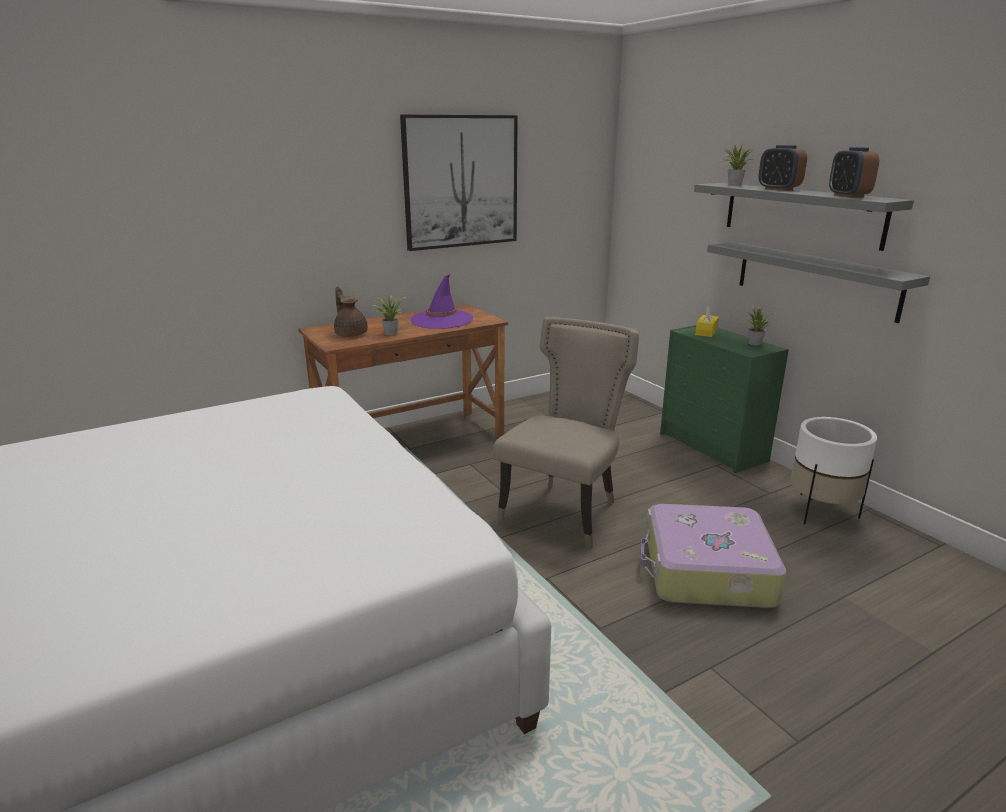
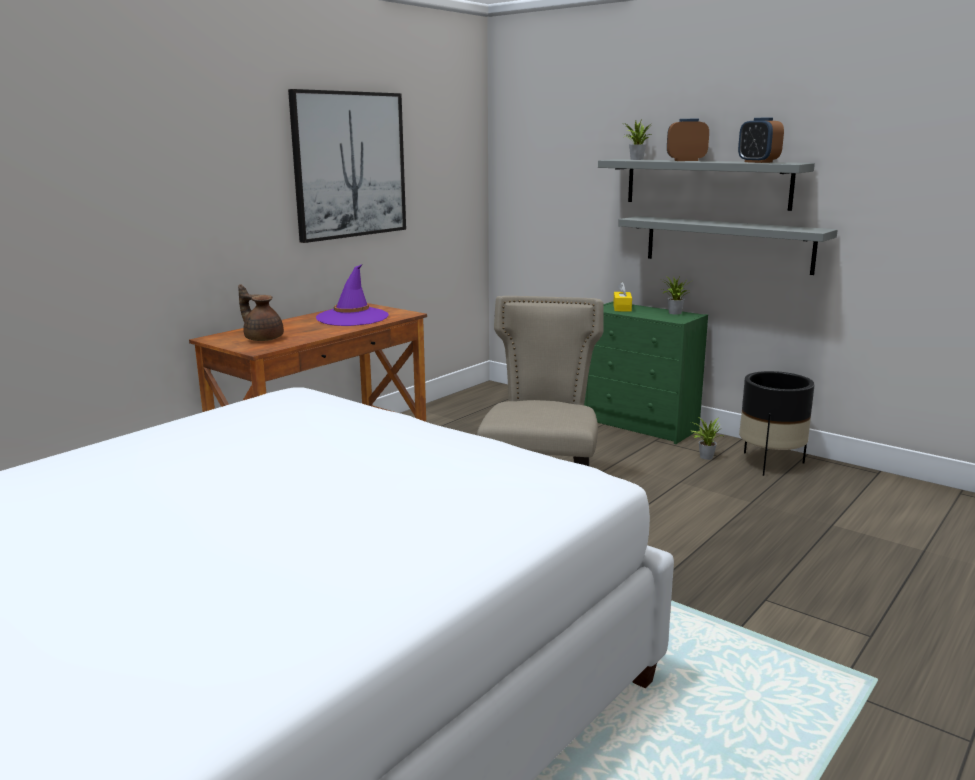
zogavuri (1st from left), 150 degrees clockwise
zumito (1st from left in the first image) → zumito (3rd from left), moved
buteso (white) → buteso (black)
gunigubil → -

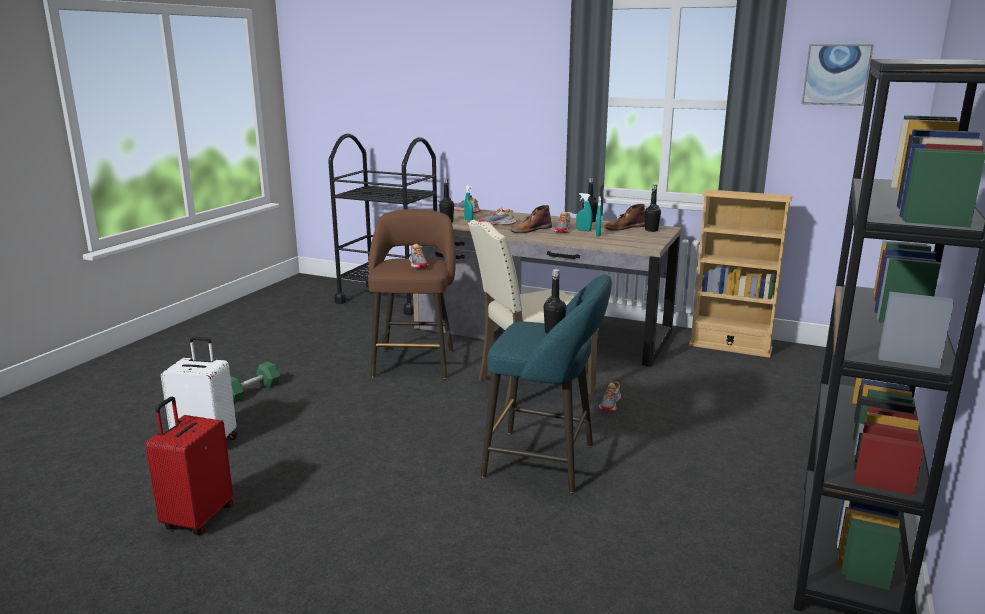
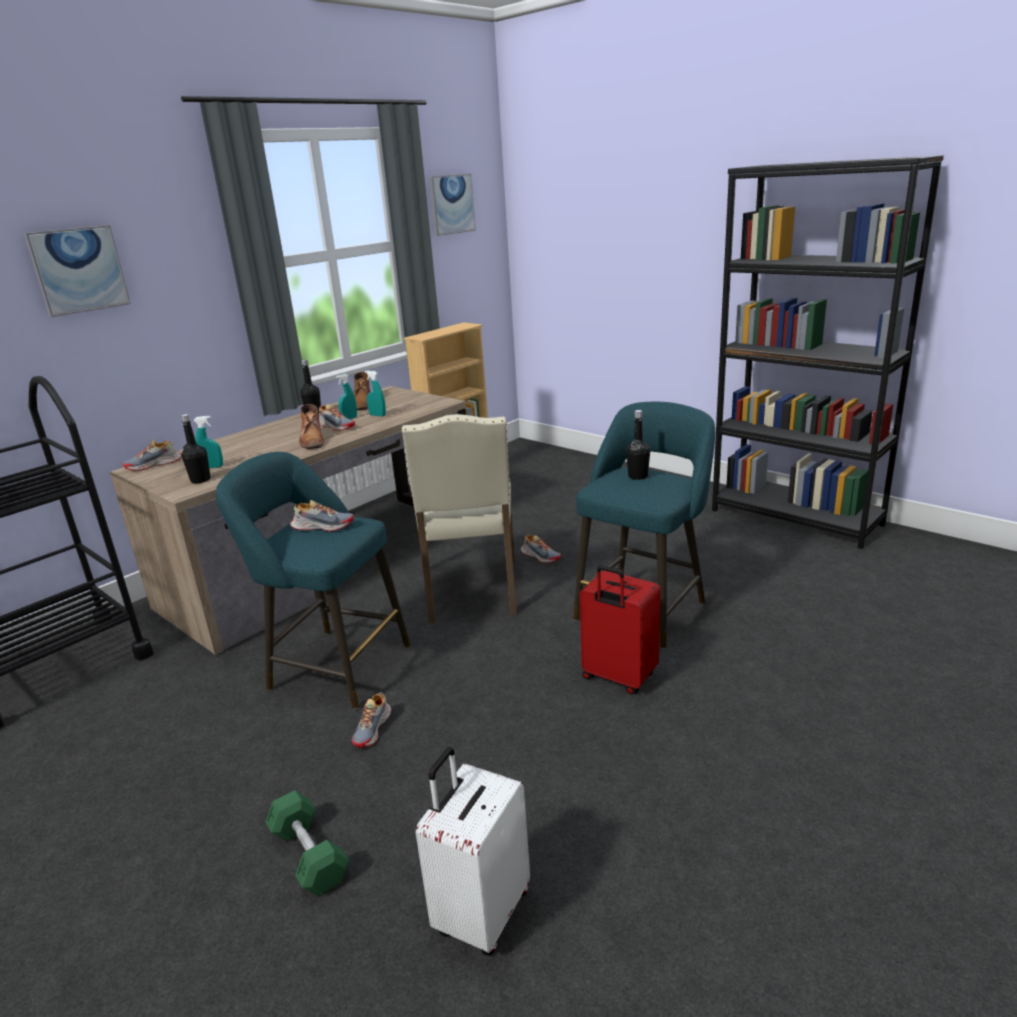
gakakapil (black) (4th from left) → -
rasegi (3rd from left in the first image) → rasegi (4th from left), moved
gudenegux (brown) → gudenegux (turquoise) (1st from left)
gunigubil (red), moved
- → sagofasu (1st from left)

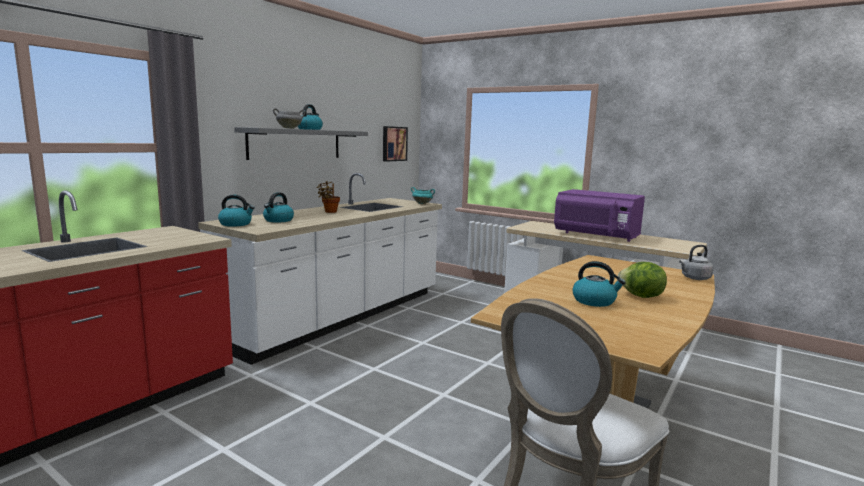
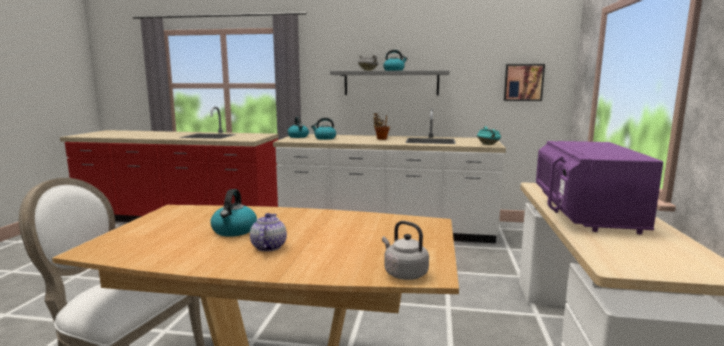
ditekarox → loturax

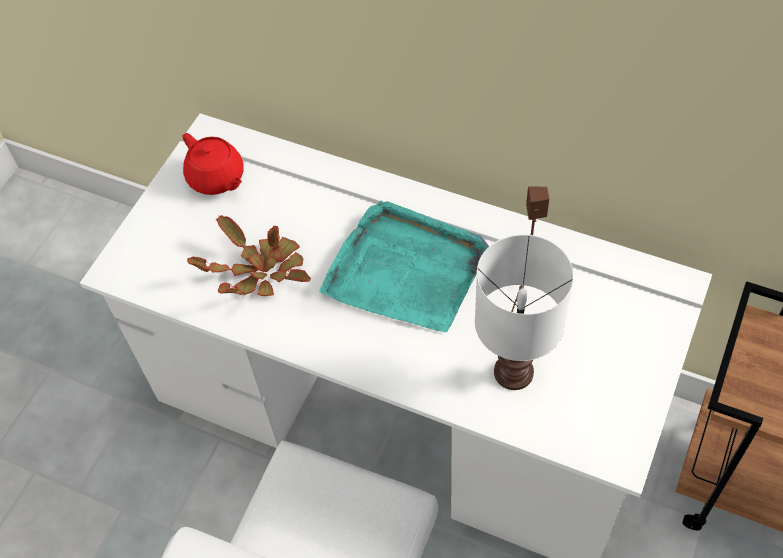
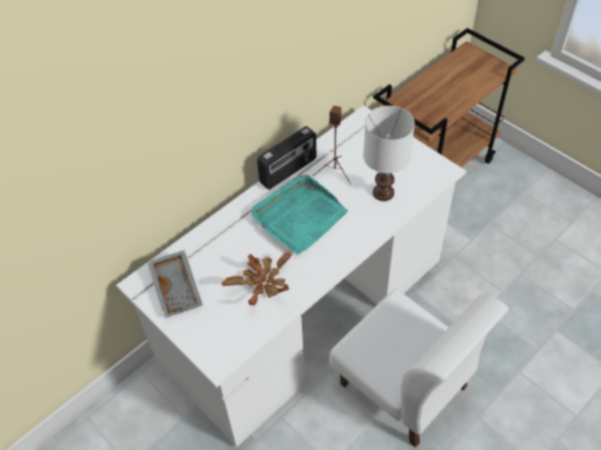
loturax (red) → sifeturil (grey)
- → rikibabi

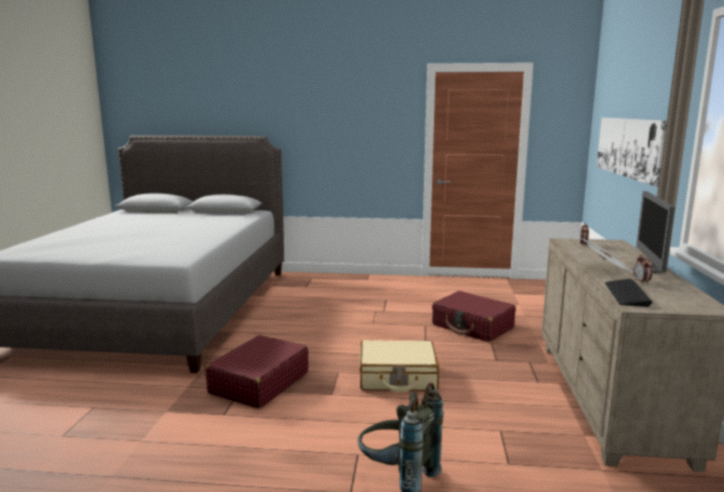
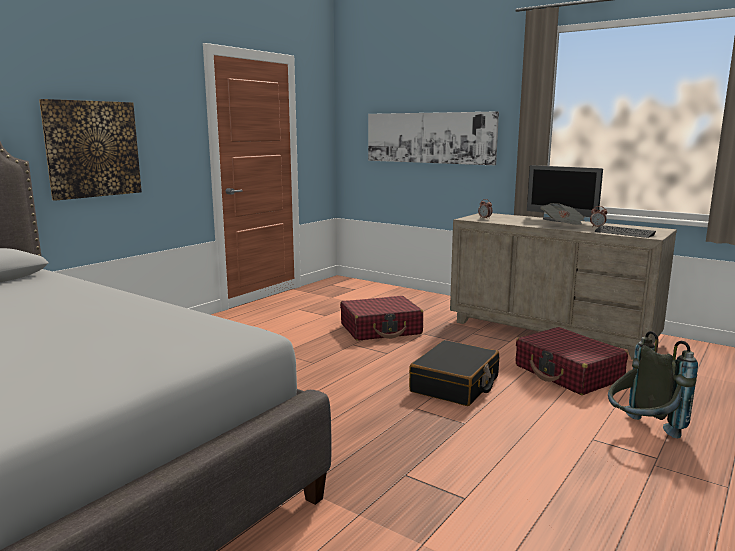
gunigubil (red) (1st from left in the first image) → gunigubil (red) (2nd from left), moved
gunigubil (beige) → gunigubil (black)
- → sagofasu (1st from left)

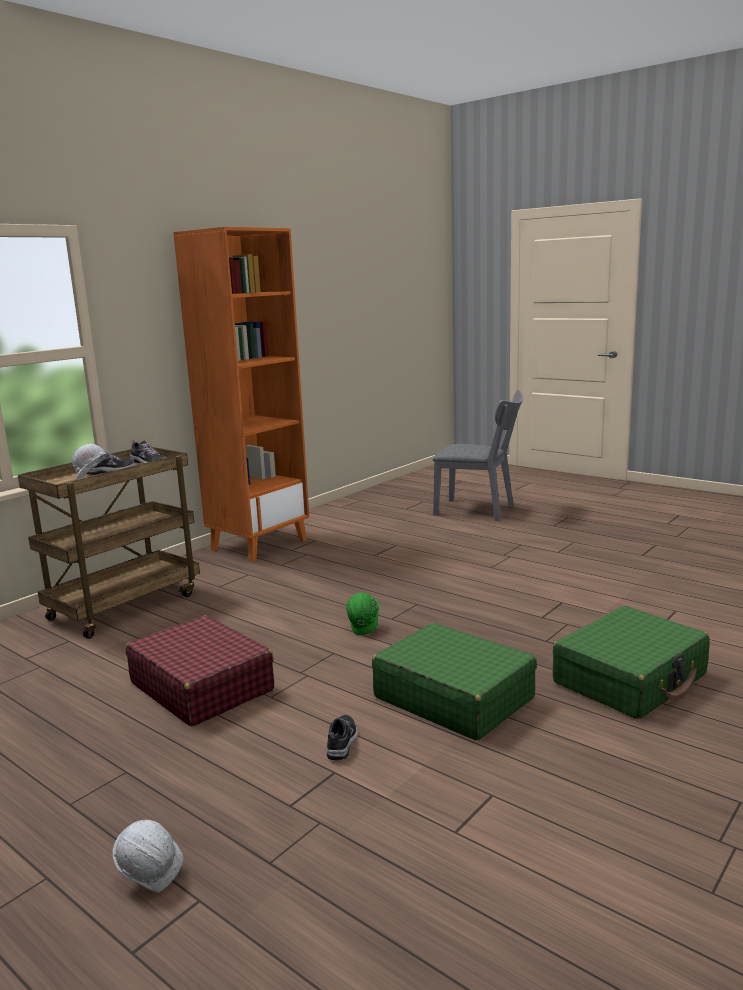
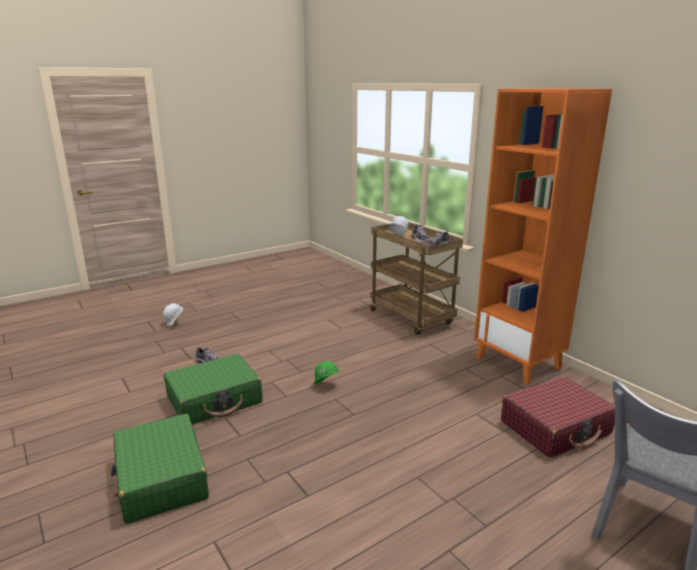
gunigubil (red), moved

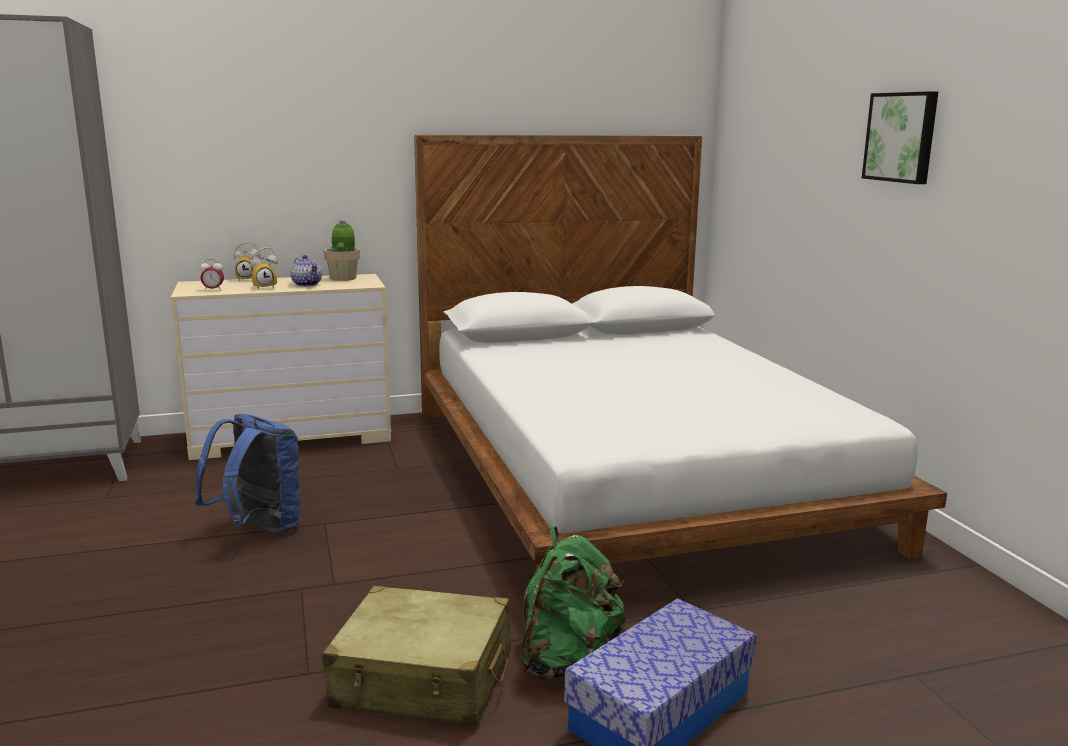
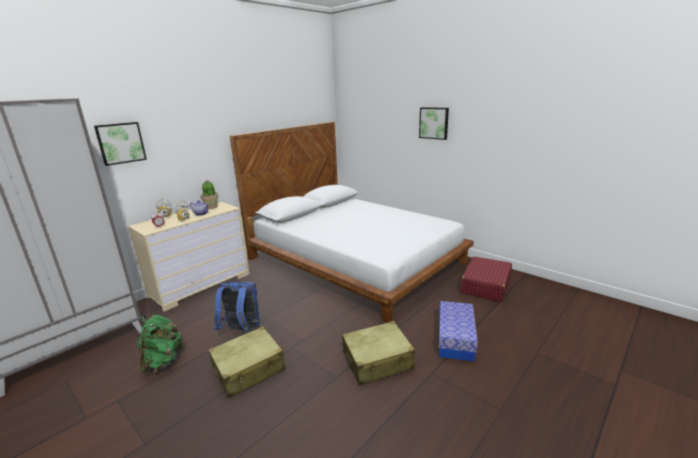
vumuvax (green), moved
- → sagofasu (1st from left)
- → gunigubil (red)
- → gunigubil (beige) (1st from left)

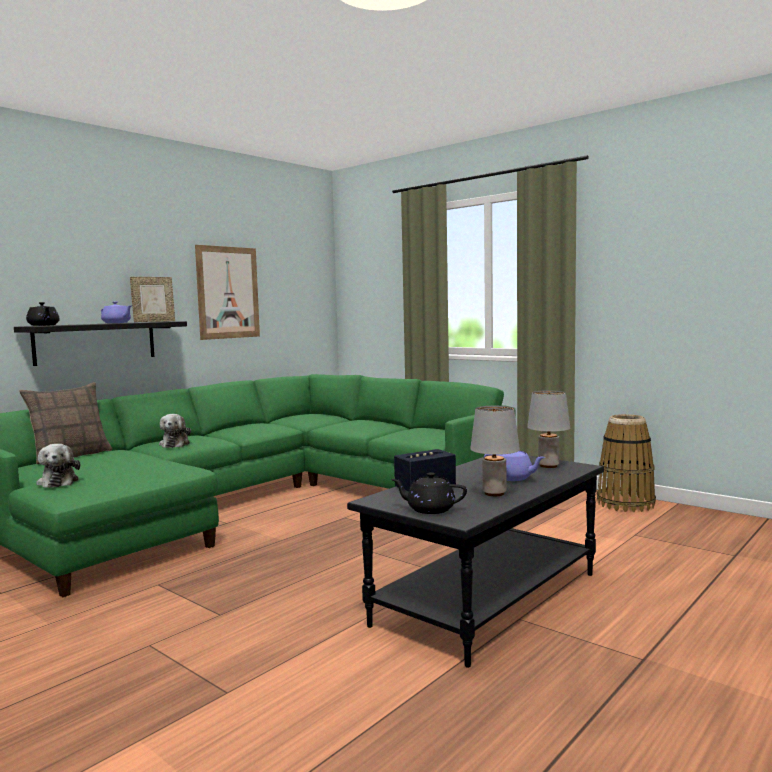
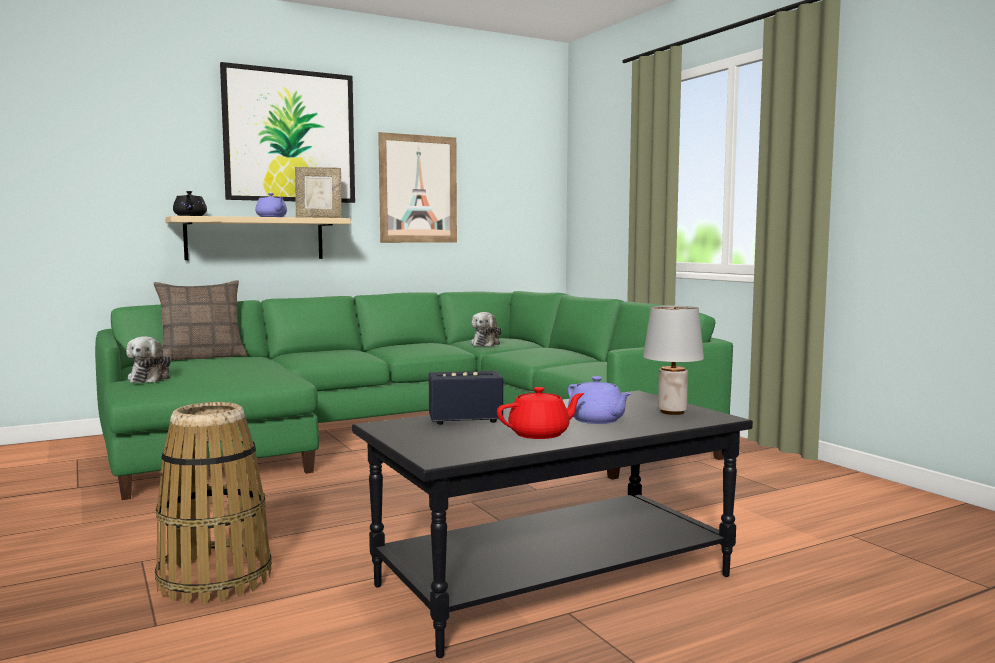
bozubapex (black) → bozubapex (beige)
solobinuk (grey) (1st from left) → loturax (red)
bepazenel (2nd from left), moved
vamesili, moved
loturax (black) (2nd from left) → -
- → sagofasu (1st from left)

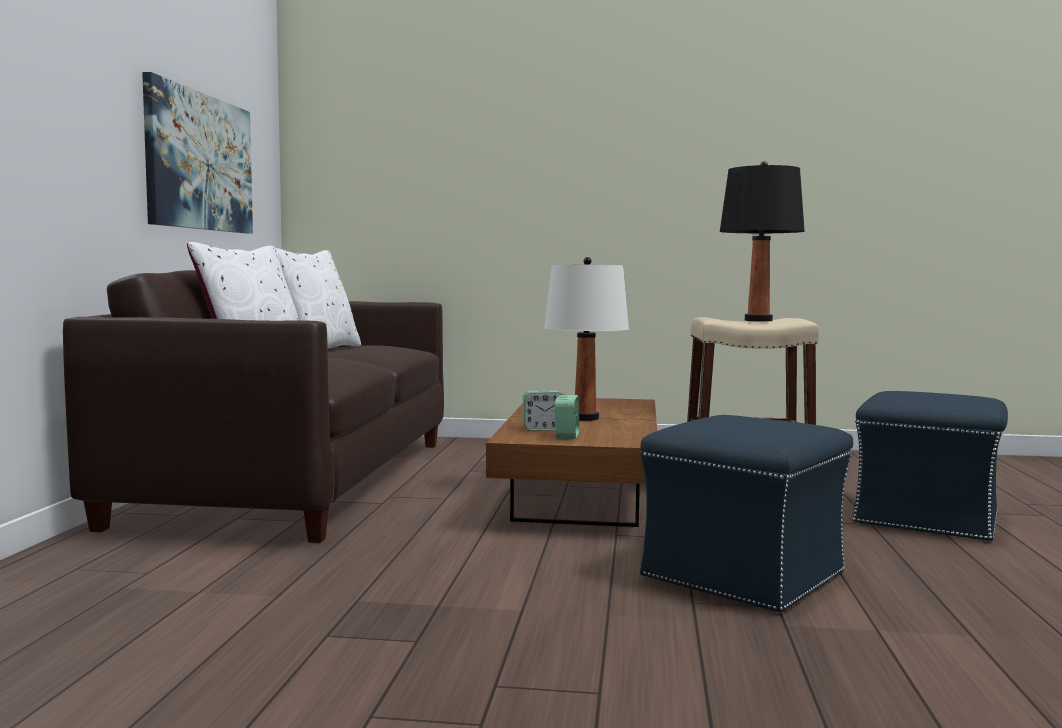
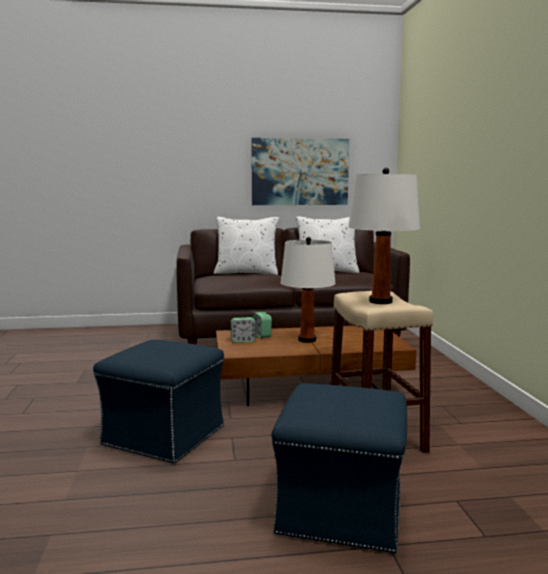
solobinuk (black) → solobinuk (white) (2nd from left)

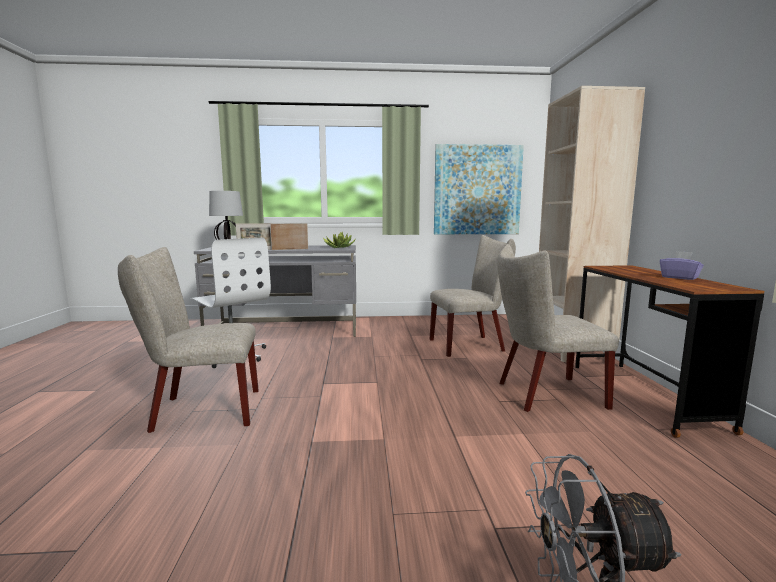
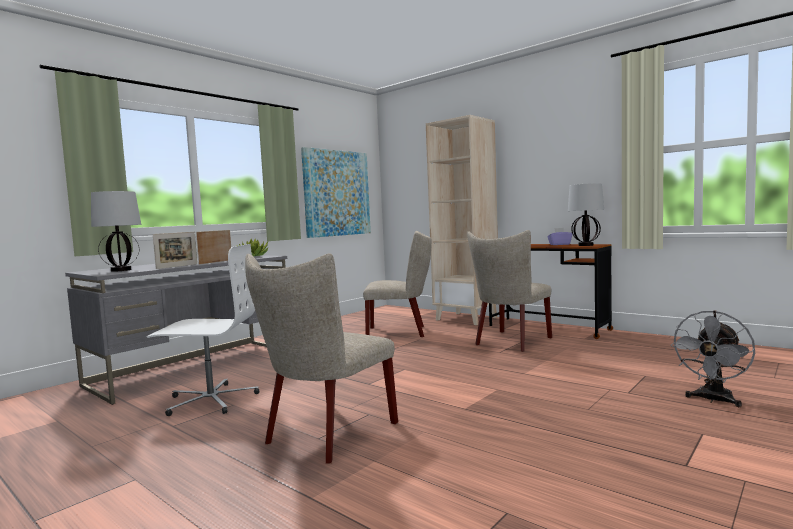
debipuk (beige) (2nd from left), 60 degrees clockwise
- → solobinuk (2nd from left)

